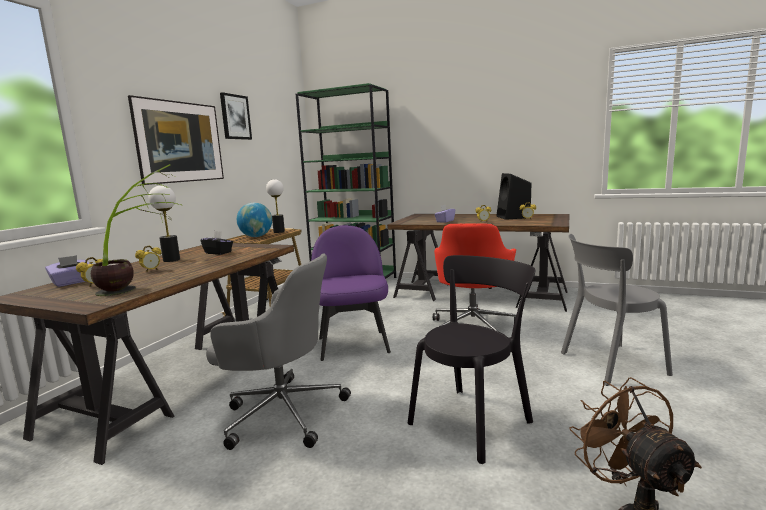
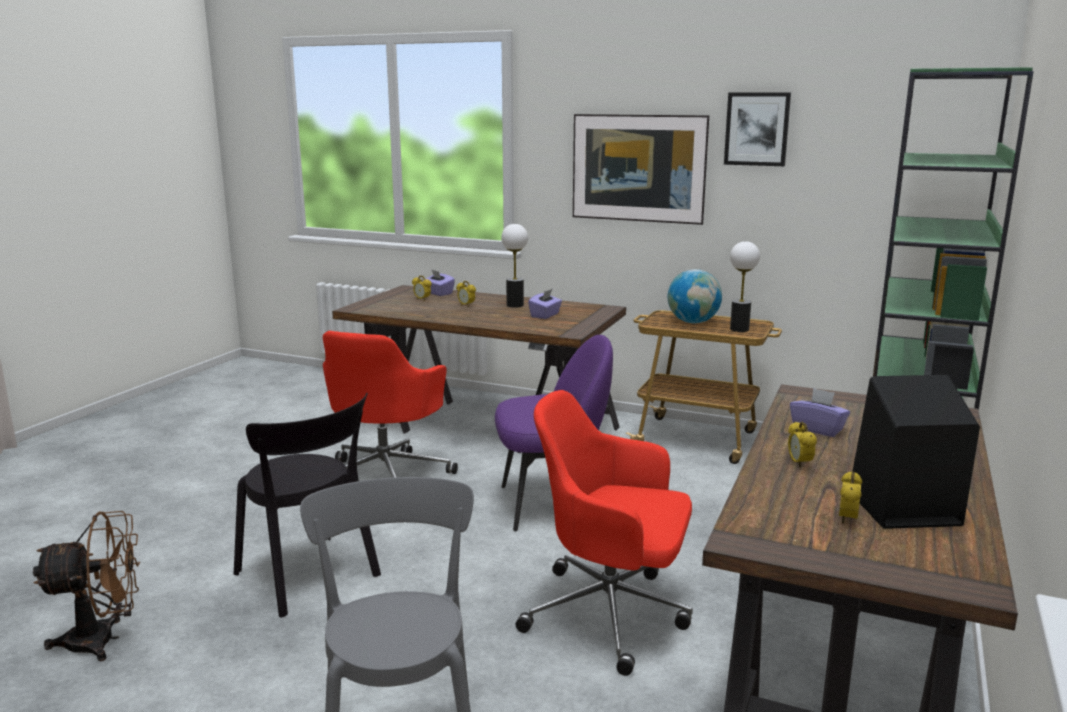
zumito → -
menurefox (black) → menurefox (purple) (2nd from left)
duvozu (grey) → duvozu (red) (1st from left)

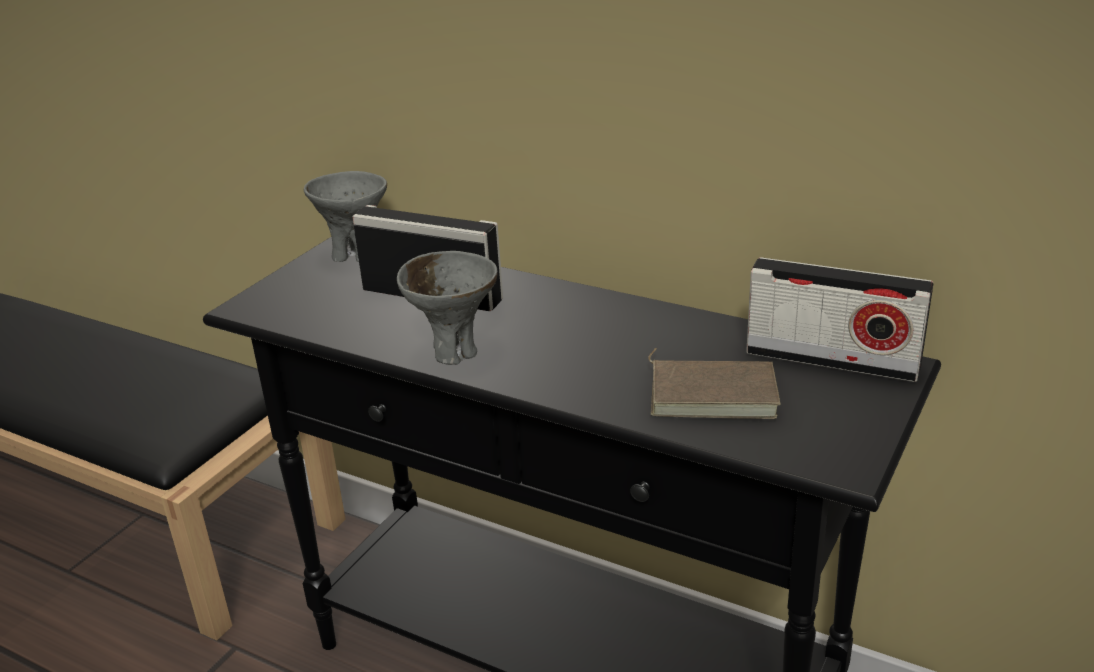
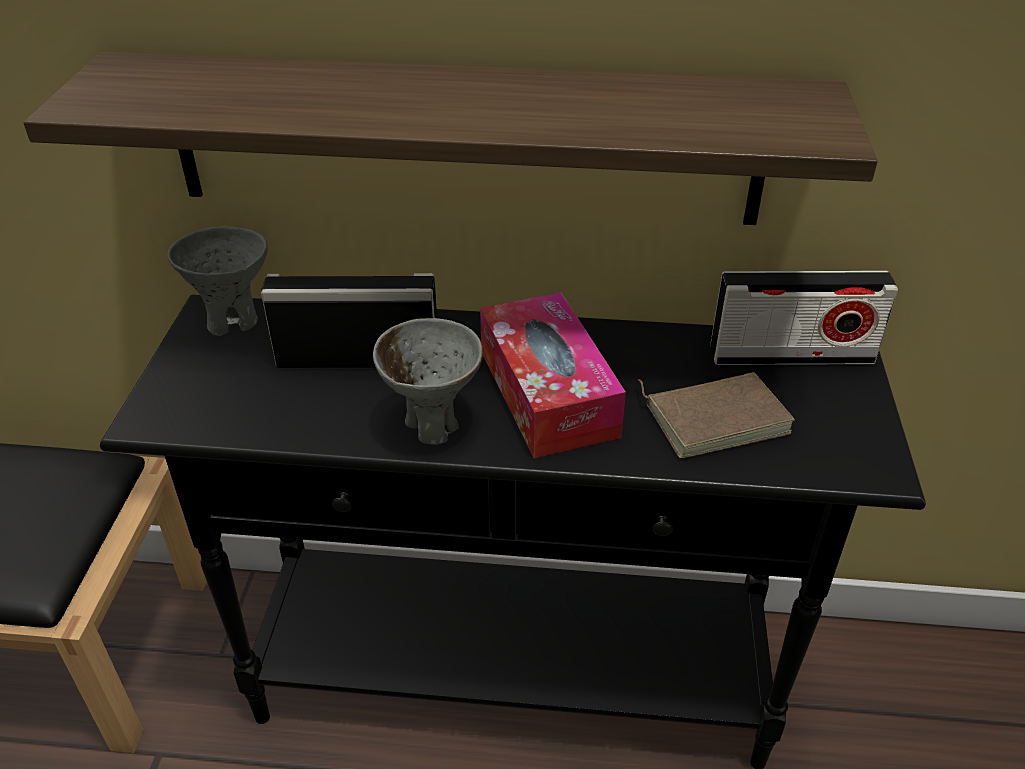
- → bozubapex
- → menurefox

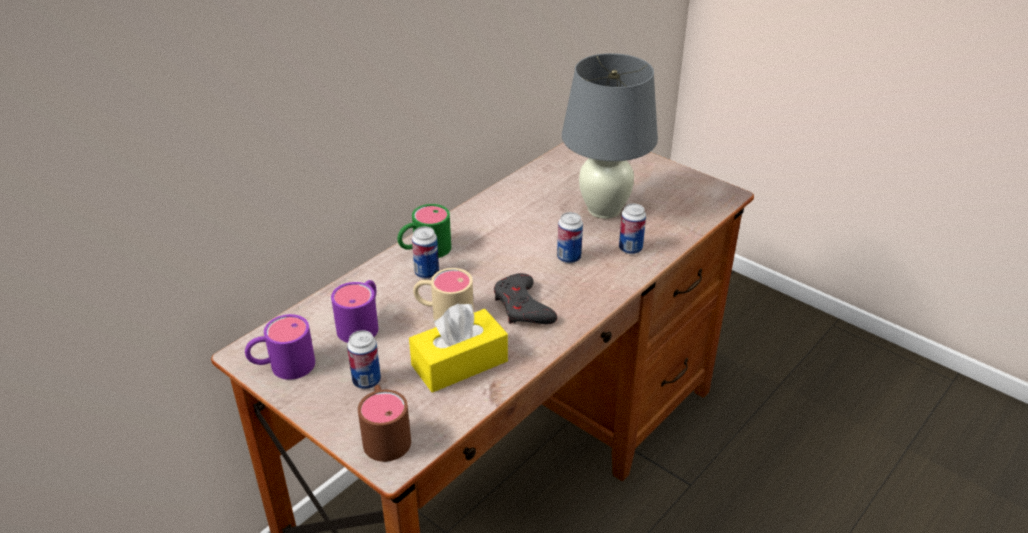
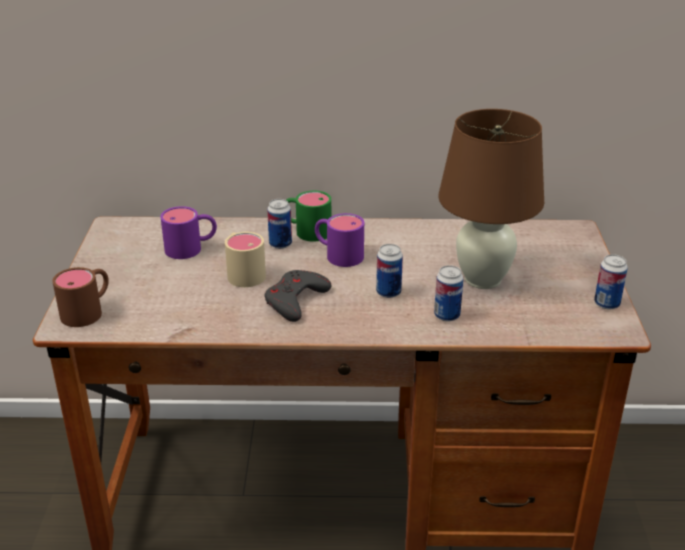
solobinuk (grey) → solobinuk (brown)
menurefox (yellow) → -
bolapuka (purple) (1st from left in the first image) → bolapuka (purple) (2nd from left), moved
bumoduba (1st from left in the first image) → bumoduba (4th from left), moved

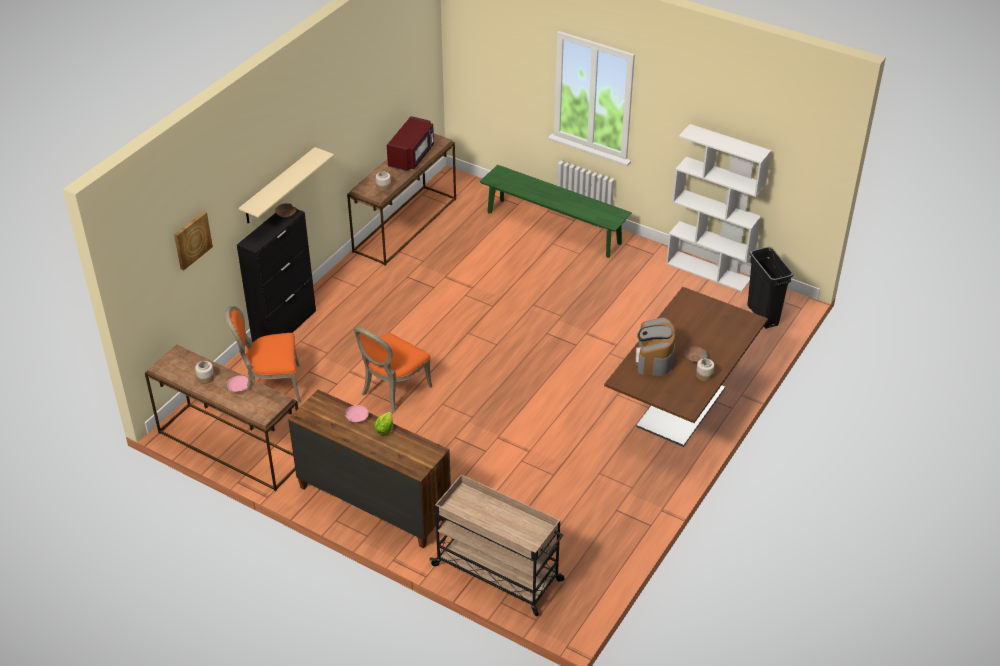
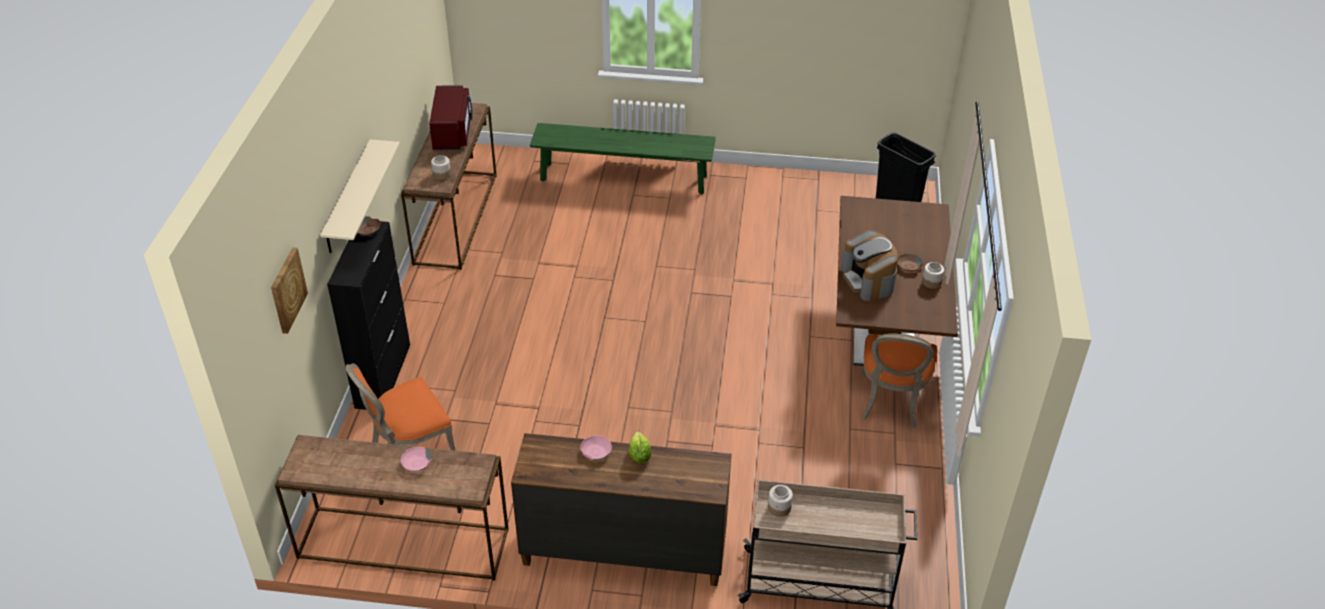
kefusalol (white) → -
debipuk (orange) (2nd from left), moved
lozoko (1st from left in the first image) → lozoko (2nd from left), moved

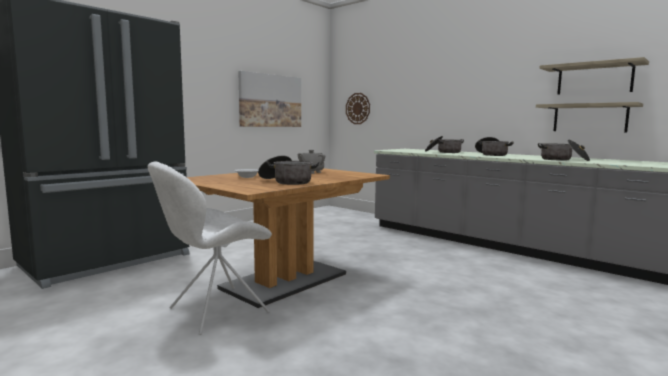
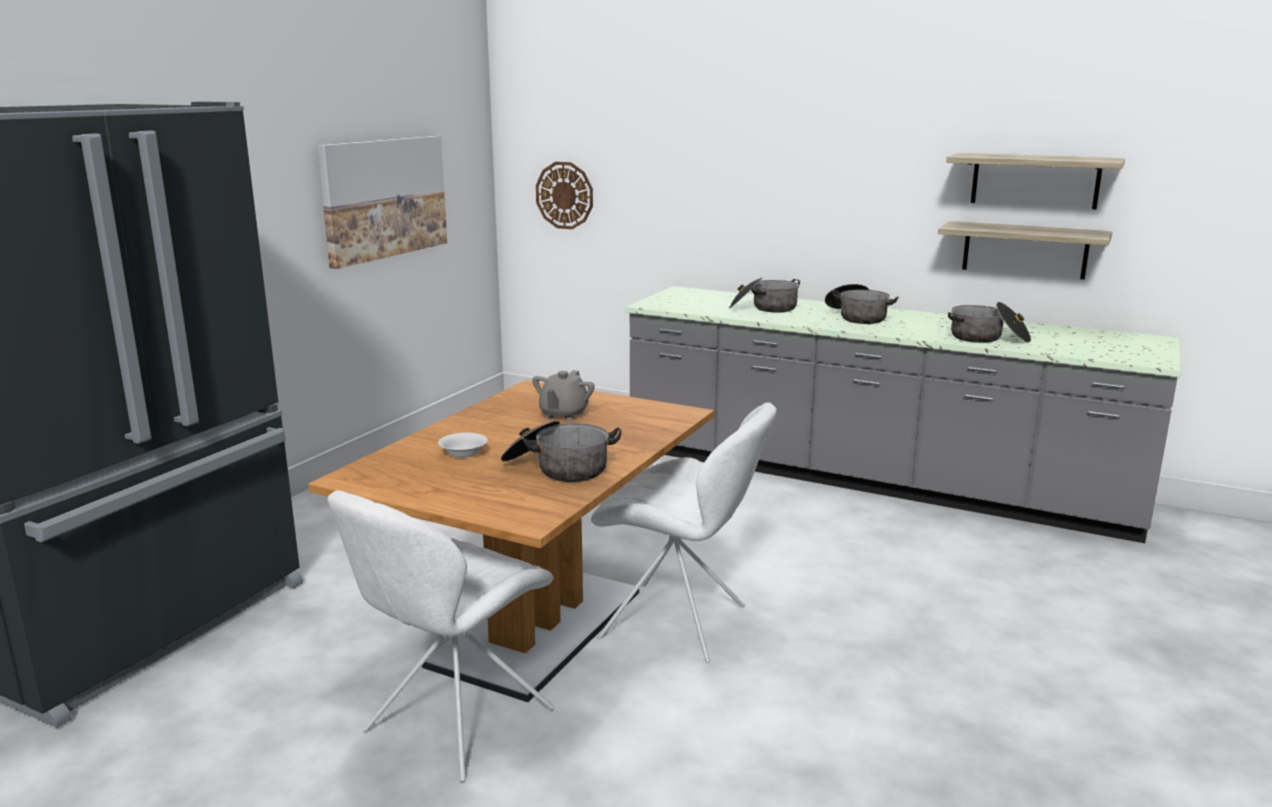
- → debipuk (white) (2nd from left)

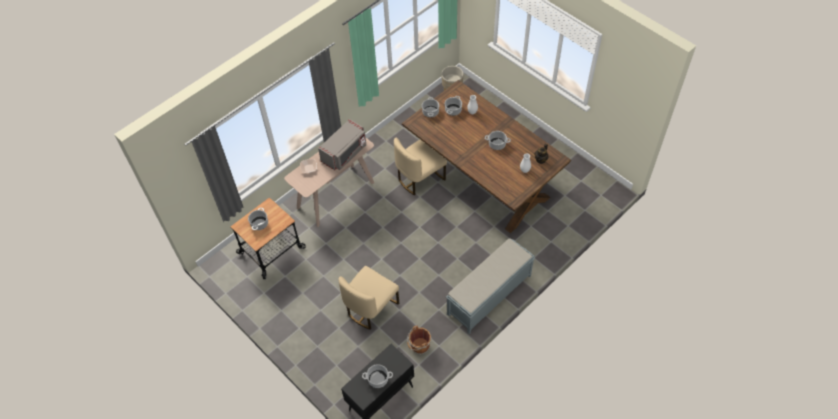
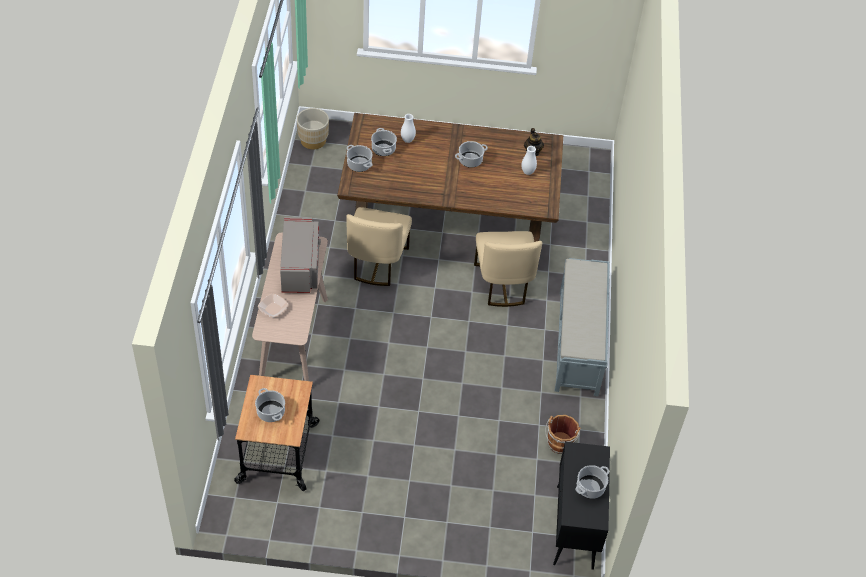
debipuk (beige) (1st from left in the first image) → debipuk (beige) (2nd from left), moved

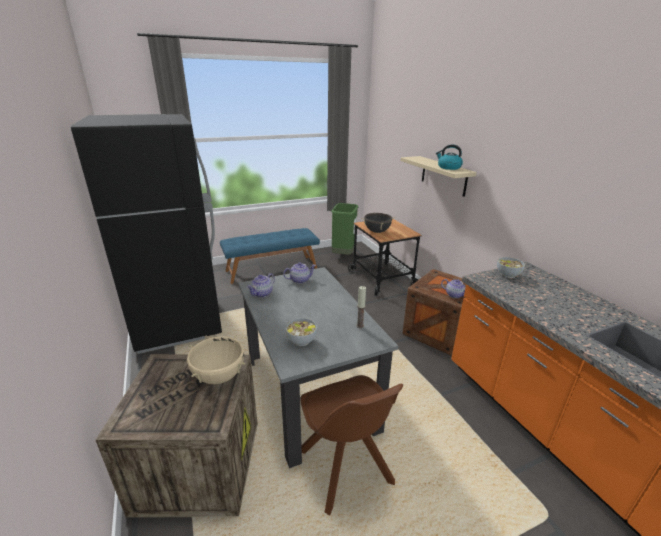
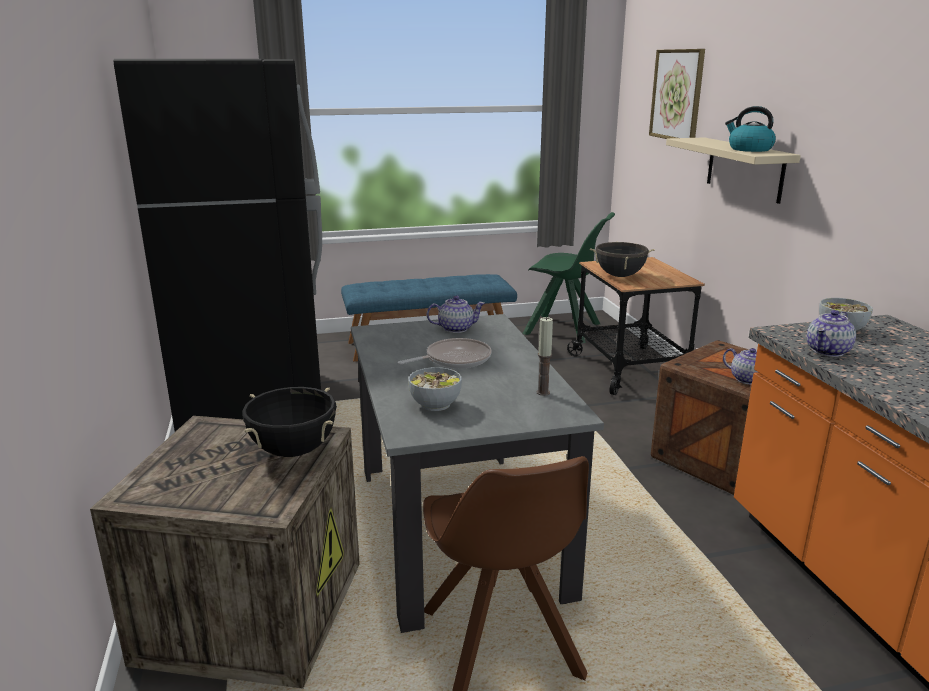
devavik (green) → debipuk (green)
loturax (1st from left in the first image) → loturax (3rd from left), moved
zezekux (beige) → zezekux (black) (1st from left)
- → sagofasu
- → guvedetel

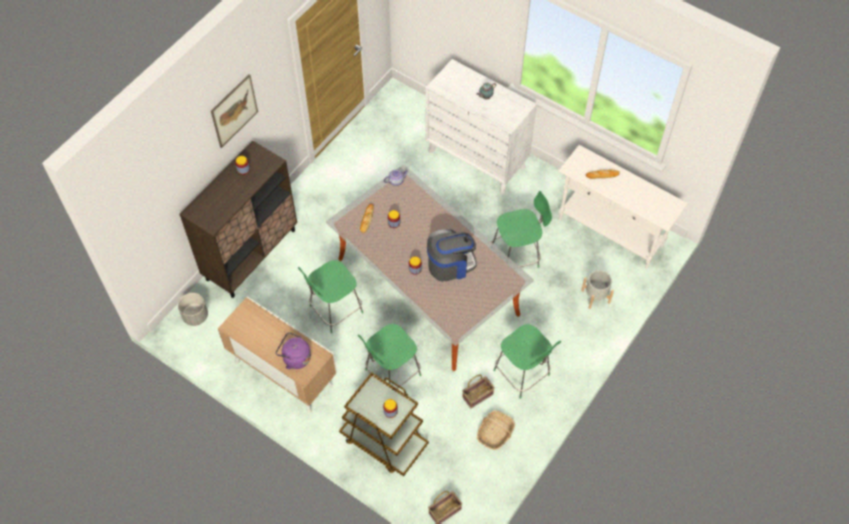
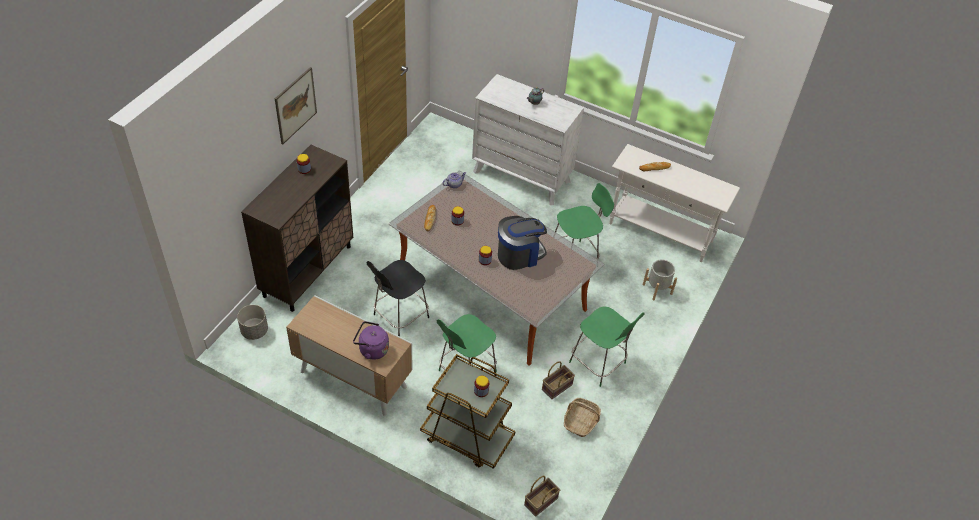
debipuk (green) (1st from left) → debipuk (black)

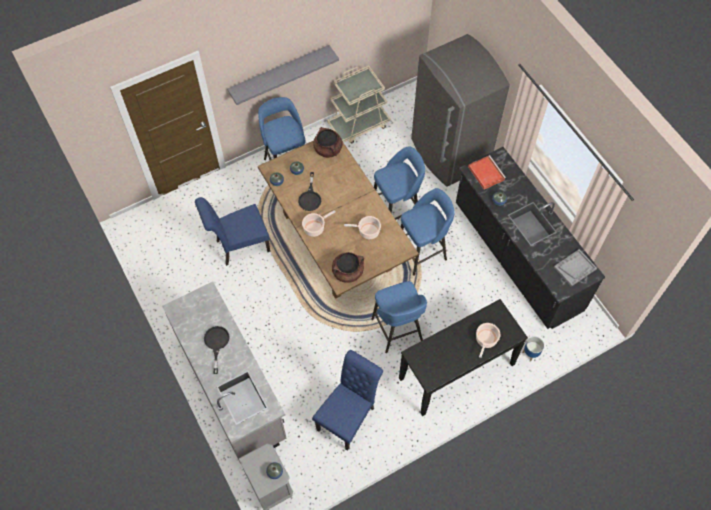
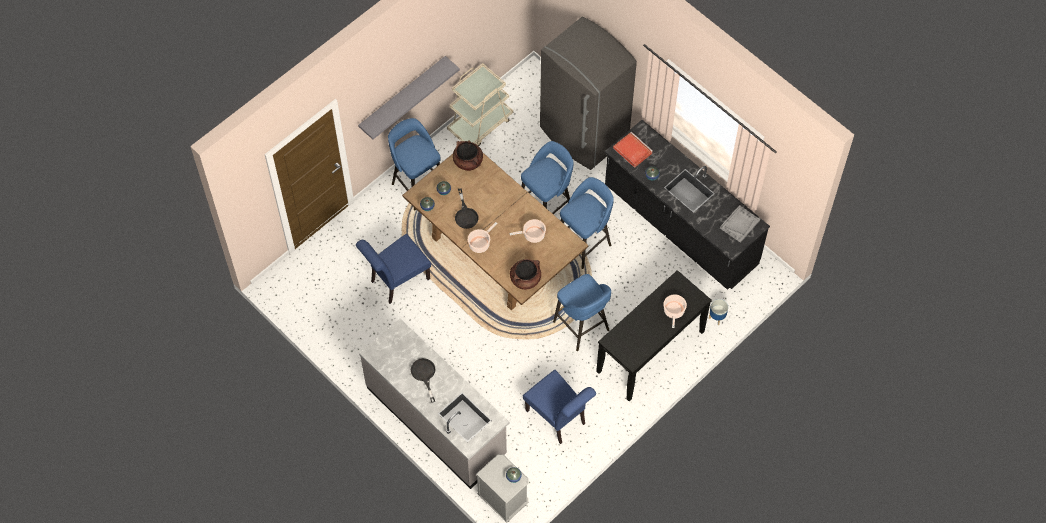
debipuk (blue) (2nd from left), 120 degrees clockwise

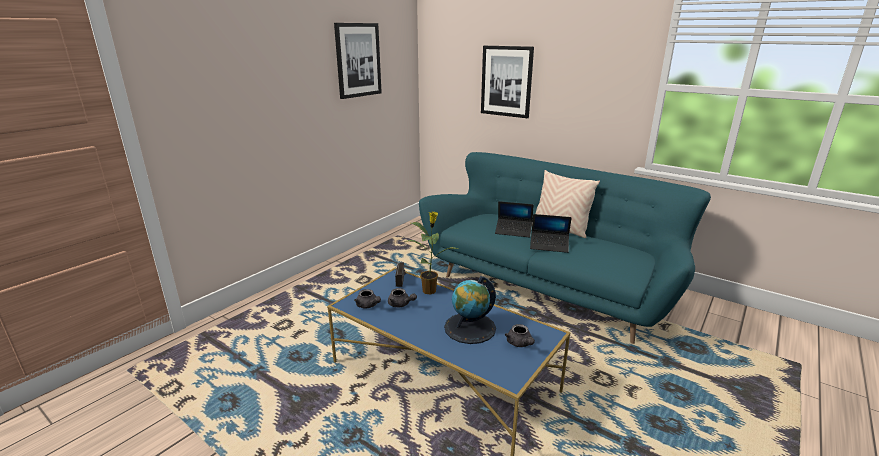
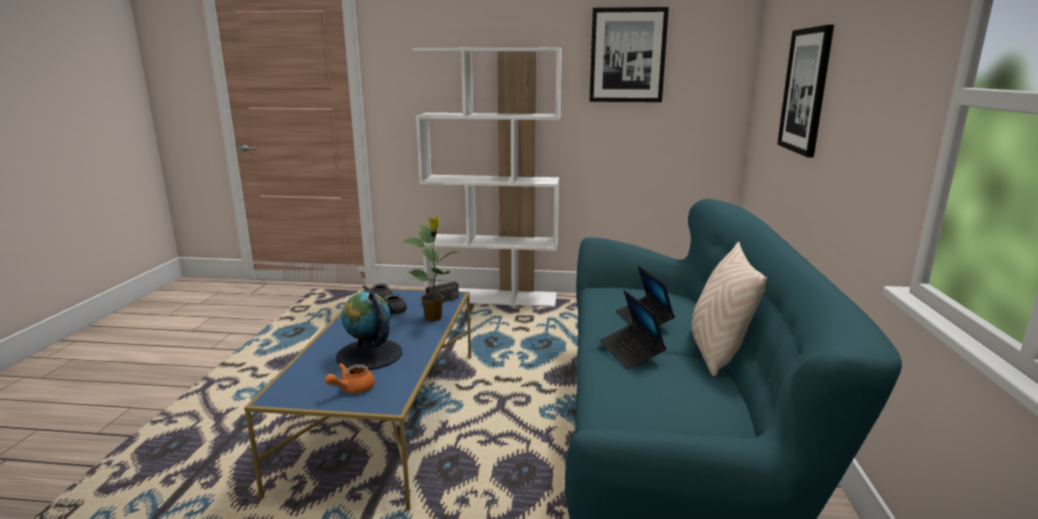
loturax (grey) (3rd from left) → loturax (orange)
- → kefusalol (white)

